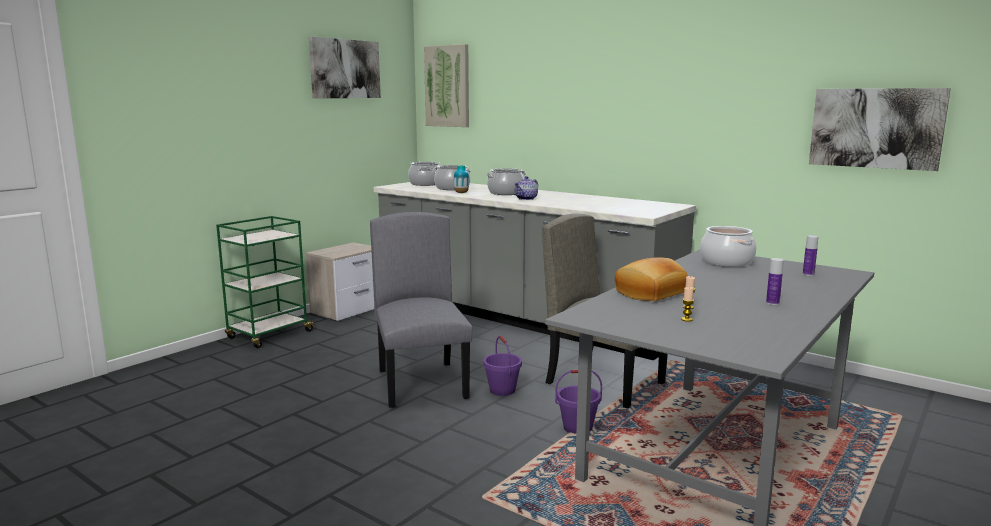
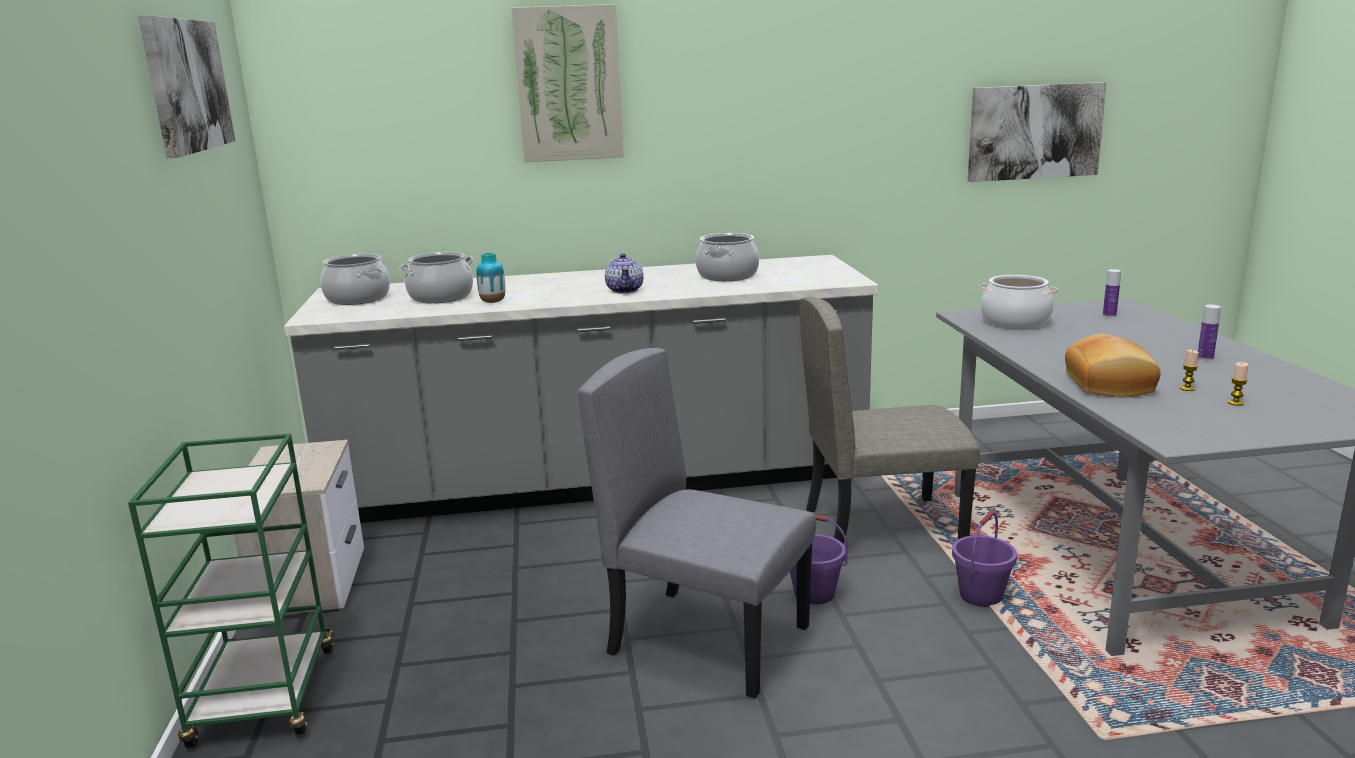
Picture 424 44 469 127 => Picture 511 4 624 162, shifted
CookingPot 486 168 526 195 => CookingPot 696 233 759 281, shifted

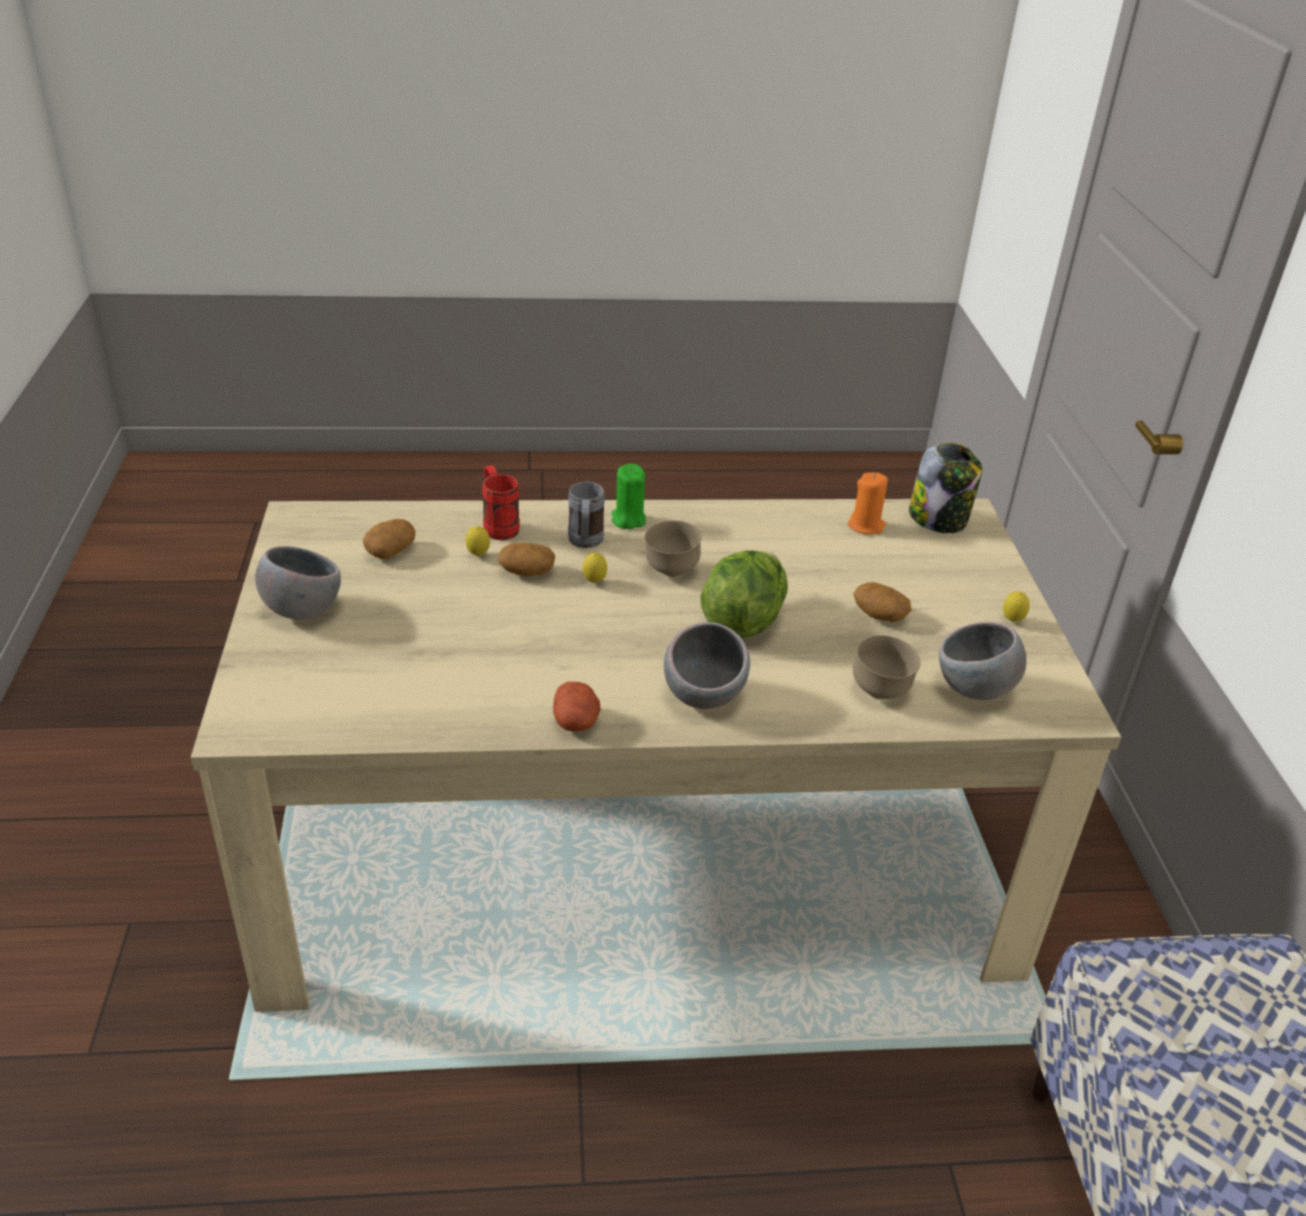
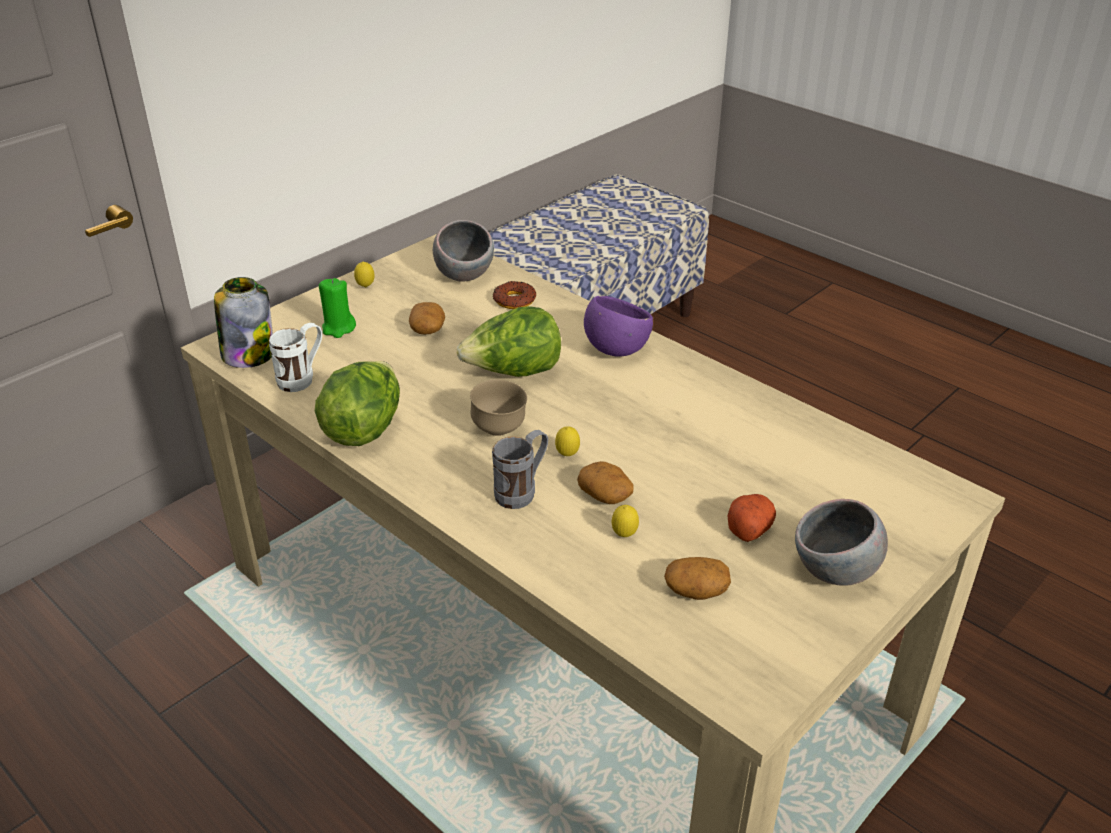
RedMug 482 465 520 540 => nothing
Potato 553 682 600 732 => Potato 728 494 776 542, shifted
GreenCandle 611 464 646 529 => GreenCandle 319 278 356 338, shifted
GreyBowl 664 622 750 709 => PurpleBowl 584 296 653 356
OrangeCandle 847 472 888 534 => WhiteMug 269 323 322 392
BrownBowl 853 635 921 699 => Donut 493 281 536 309
nothing => Lettuce 315 361 400 446

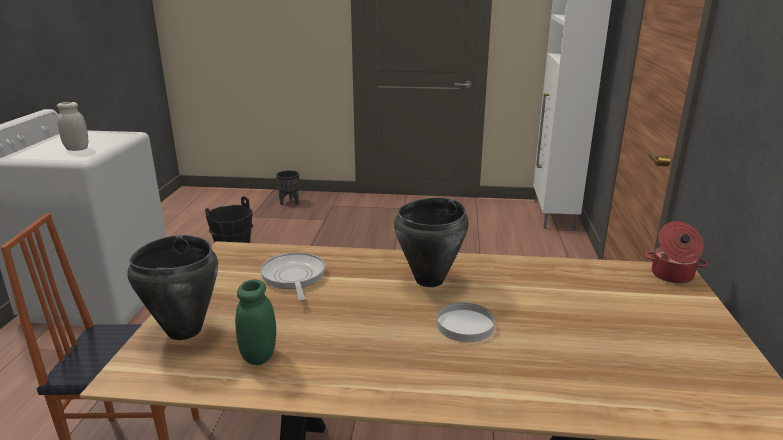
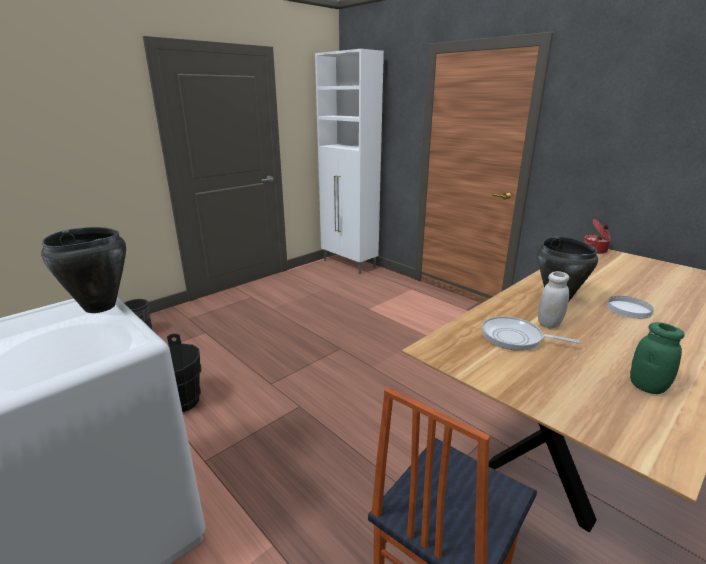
WhiteJar 57 102 88 151 => WhiteJar 538 271 569 329, shifted
BlackCookingPot 127 235 218 340 => BlackCookingPot 41 227 126 313, shifted

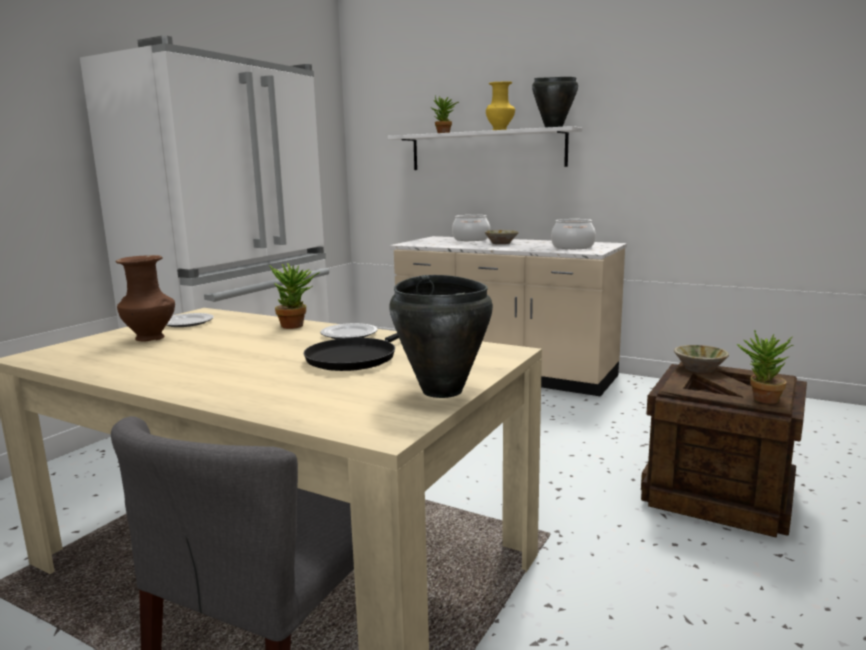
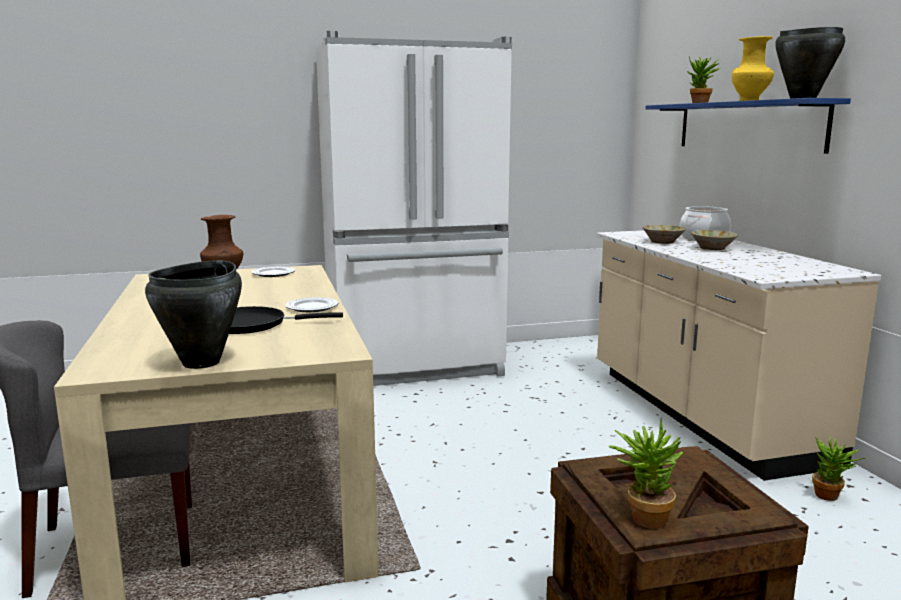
PottedPlant 269 263 320 329 => PottedPlant 812 435 866 501, shifted
WhiteShelf 388 126 582 170 => BlueShelf 645 98 851 154
CookingPot 551 219 596 249 => nothing
BeigeBowl 674 345 729 373 => BeigeBowl 643 225 686 244, shifted

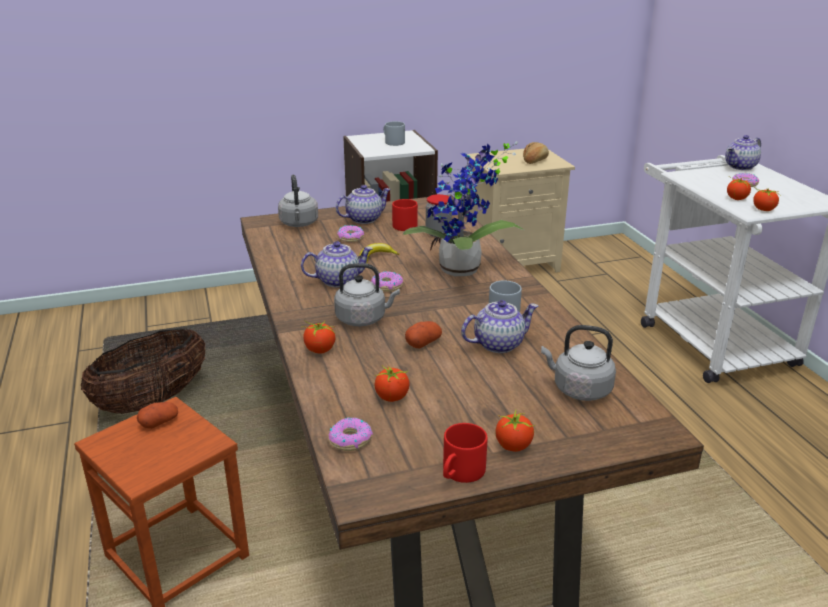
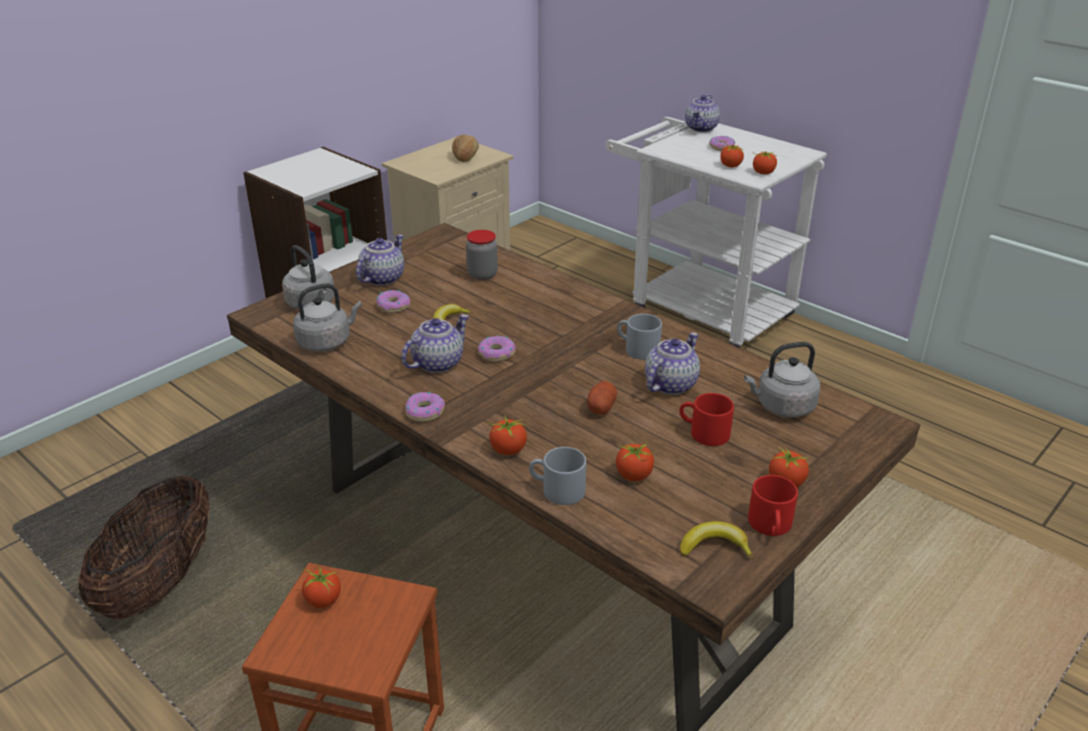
Potato 137 402 178 429 => Tomato 301 561 341 608
Donut 328 418 373 451 => Donut 405 392 445 422, shifted
GreyKettle 334 263 400 326 => GreyKettle 293 283 362 352, shifted
GreyMug 383 121 405 146 => GreyMug 529 447 586 505, shifted
RedMug 392 199 418 231 => RedMug 679 393 734 446, shifted
PottedPlant 403 141 524 276 => nothing
nothing => Banana 680 521 753 559

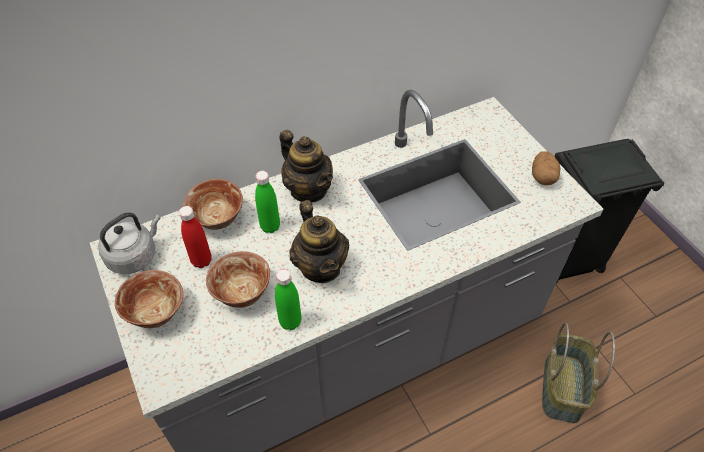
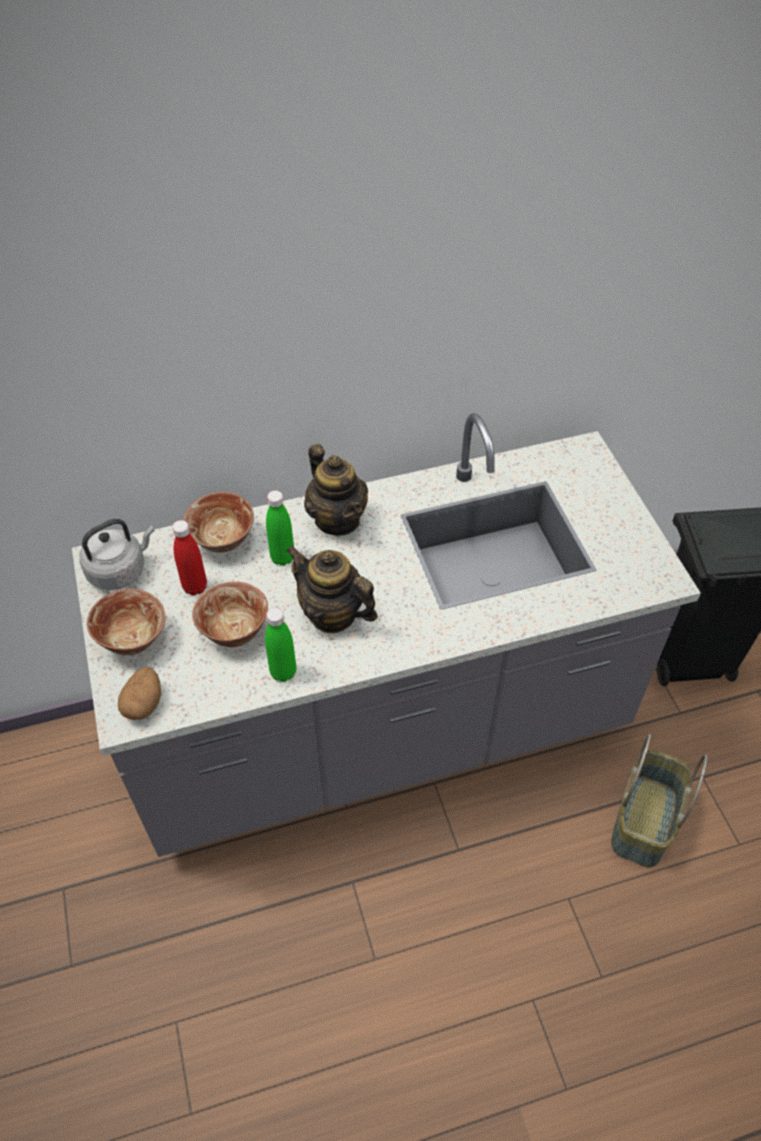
Teapot 289 200 349 283 => Teapot 286 546 378 633, 135 degrees clockwise
Potato 532 151 560 185 => Potato 118 667 162 720, shifted

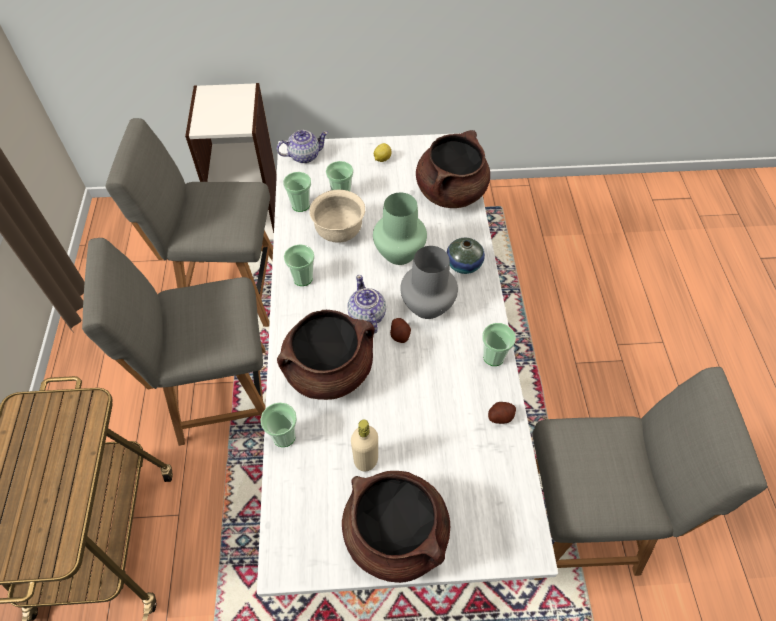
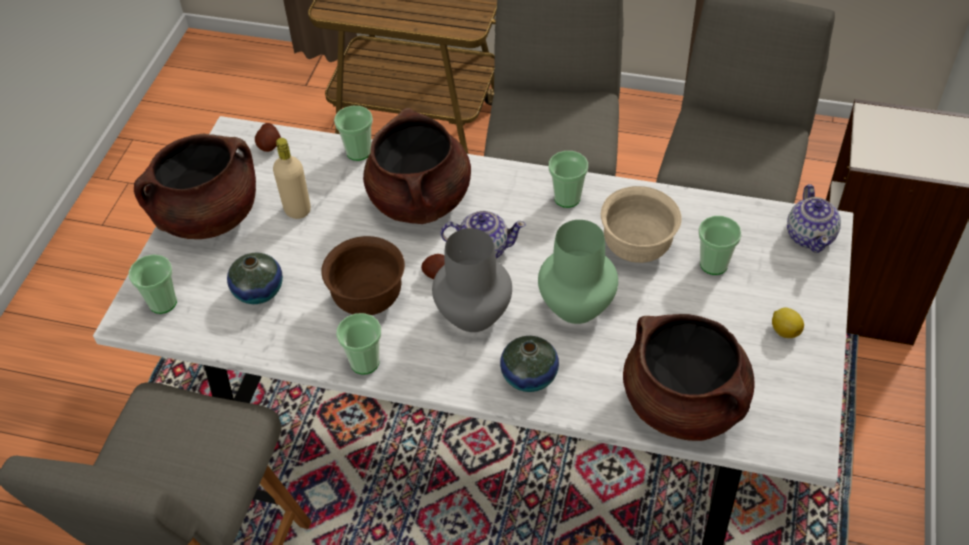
Cup 283 172 311 212 => Cup 129 254 177 314, shifted
Potato 488 402 516 424 => Potato 255 123 281 152, shifted
nothing => Vase 227 252 283 304
nothing => BrownBowl 321 236 405 315

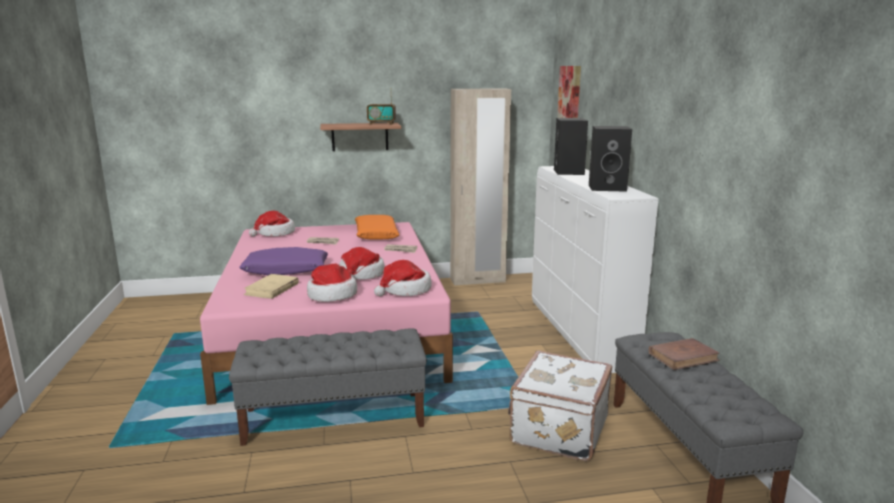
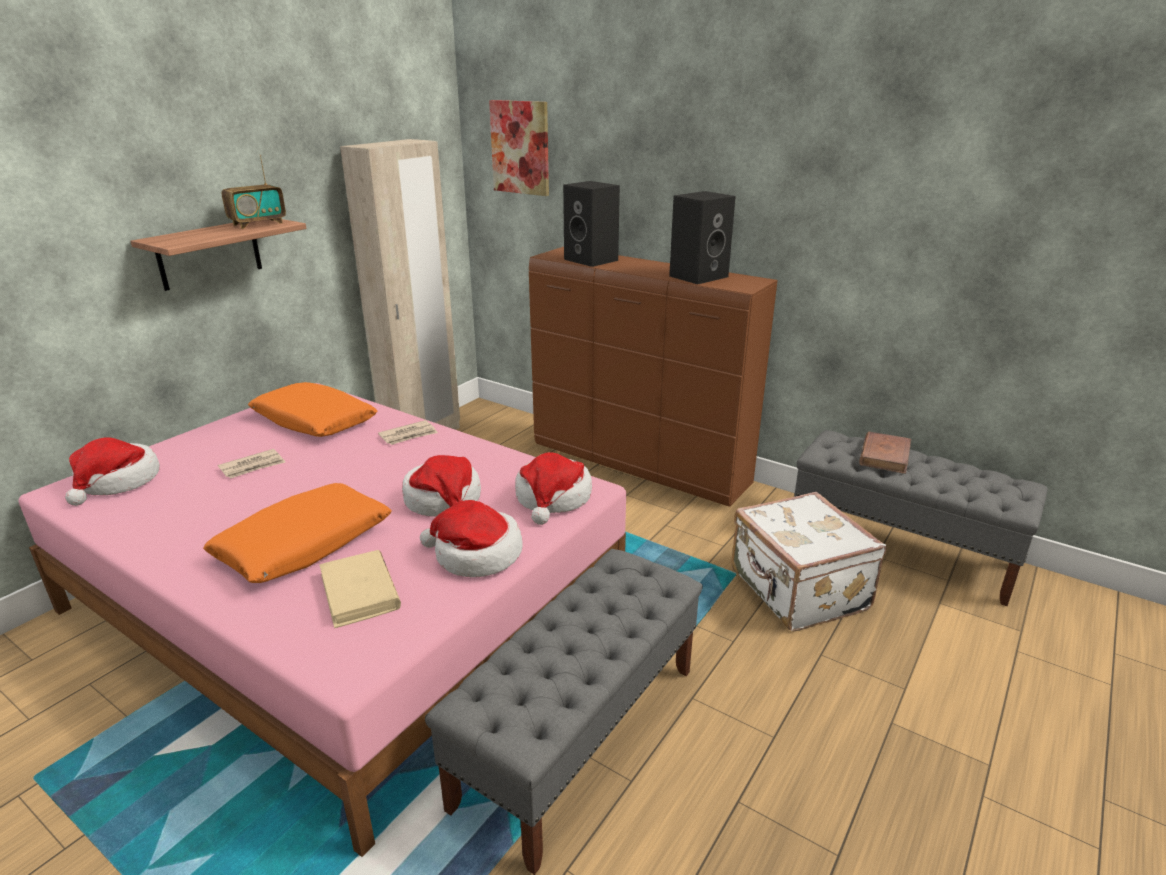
PurplePillow 239 247 328 275 => OrangePillow 203 483 392 583
WhiteDresser 532 166 659 373 => BrownDresser 529 247 778 506

